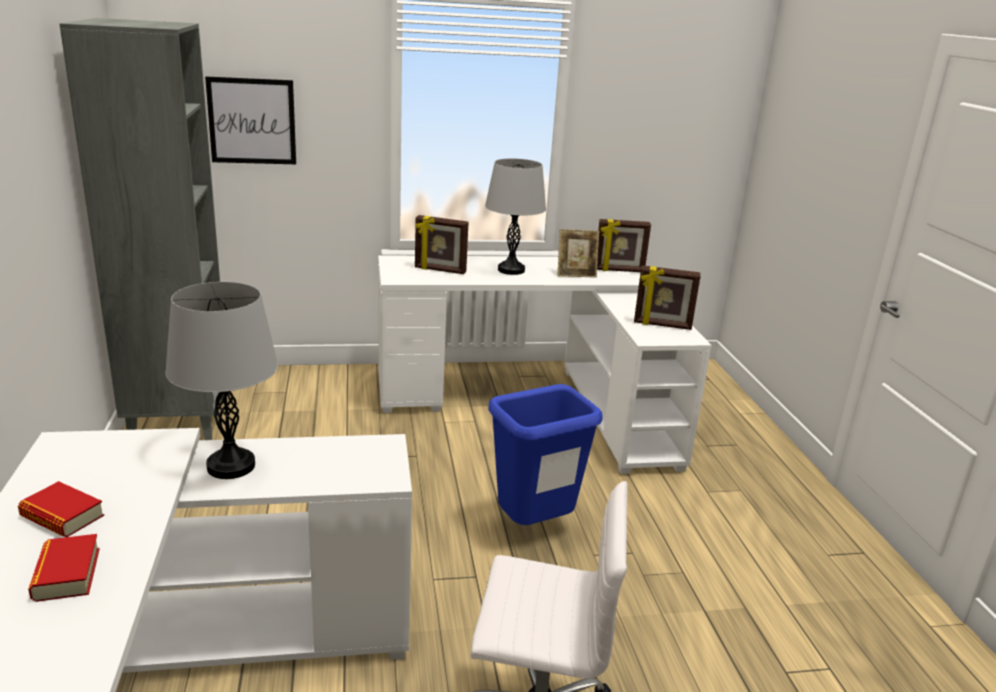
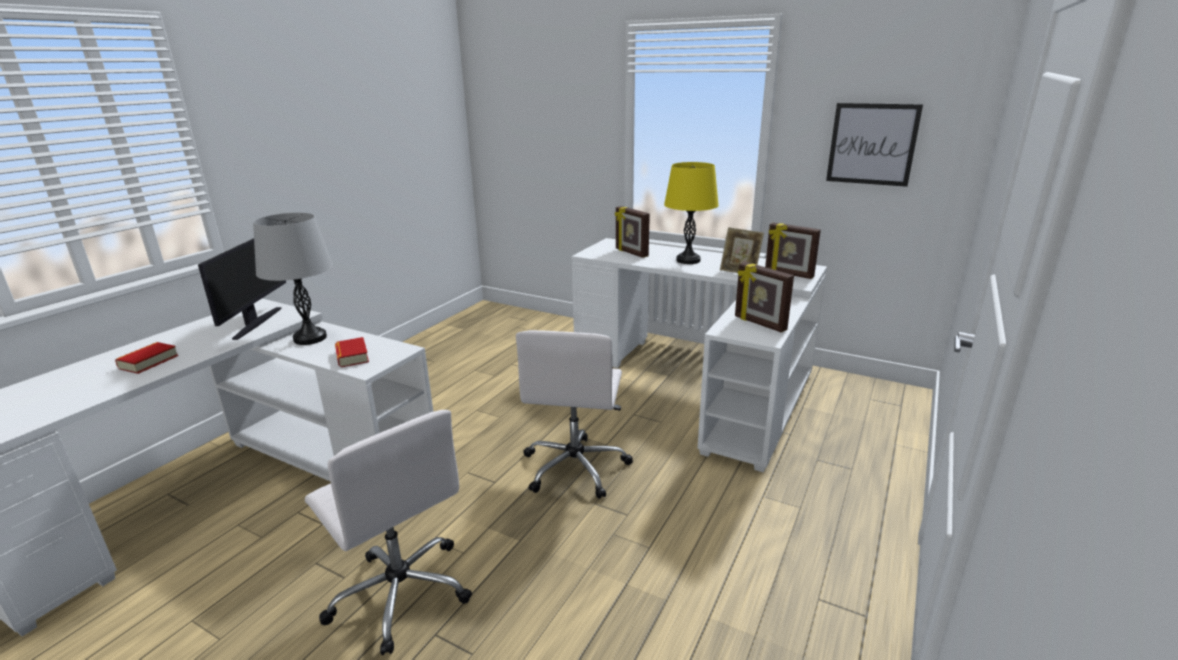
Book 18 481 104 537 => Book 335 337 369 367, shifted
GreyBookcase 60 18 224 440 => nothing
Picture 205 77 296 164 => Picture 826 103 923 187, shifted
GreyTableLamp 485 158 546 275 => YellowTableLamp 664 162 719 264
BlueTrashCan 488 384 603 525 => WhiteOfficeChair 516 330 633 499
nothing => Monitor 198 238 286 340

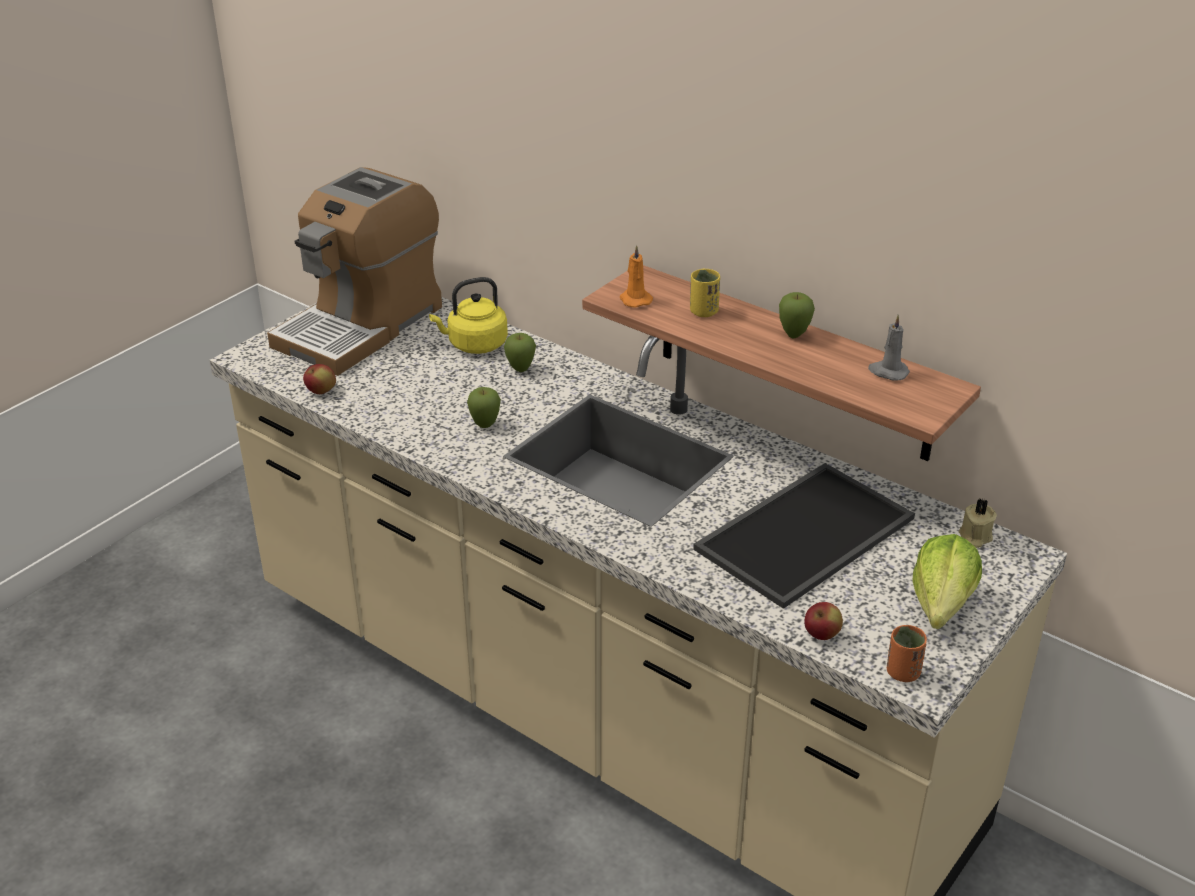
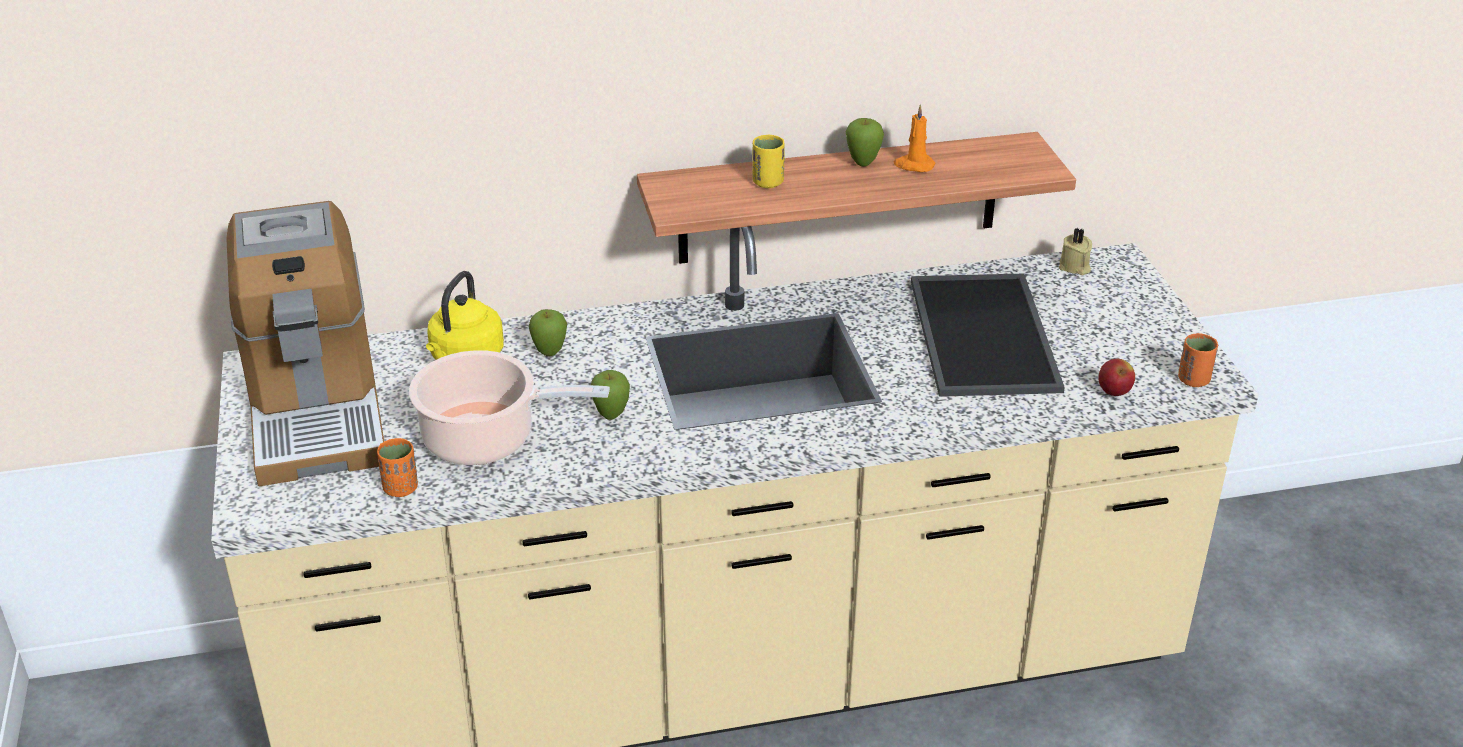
Apple 303 364 336 394 => OrangeCup 377 438 418 497
OrangeCandle 620 245 653 308 => OrangeCandle 894 104 935 172, shifted
GreyCandle 868 315 910 381 => nothing
Lettuce 913 534 982 629 => nothing
nothing => CookingPot 409 350 610 465

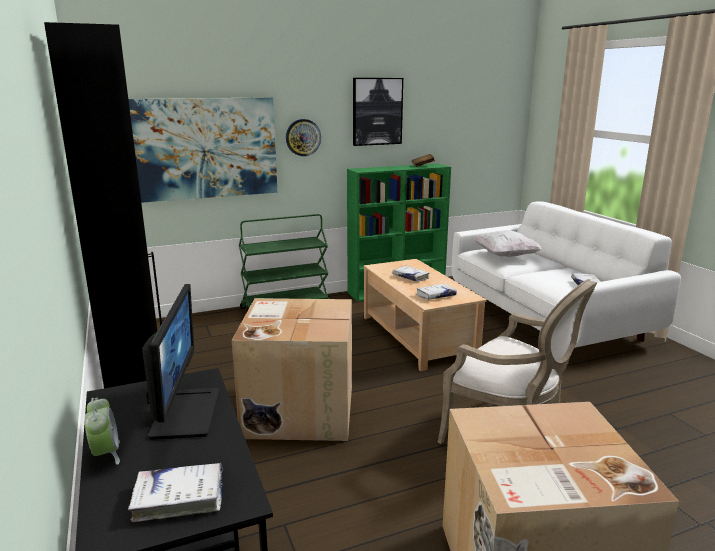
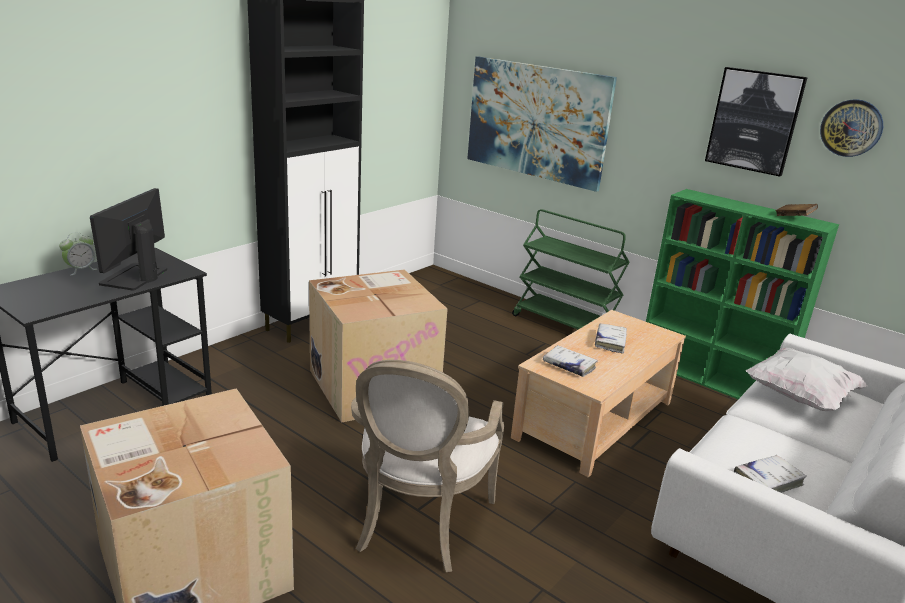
WhiteBook 128 463 223 522 => nothing
Monitor 142 284 220 440 => Monitor 90 188 167 290, 135 degrees clockwise
WallClock 286 119 321 156 => WallClock 820 99 883 157, shifted

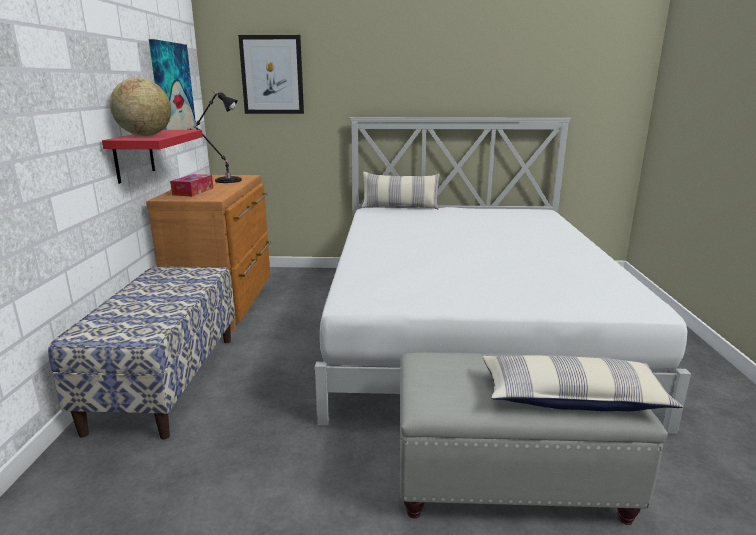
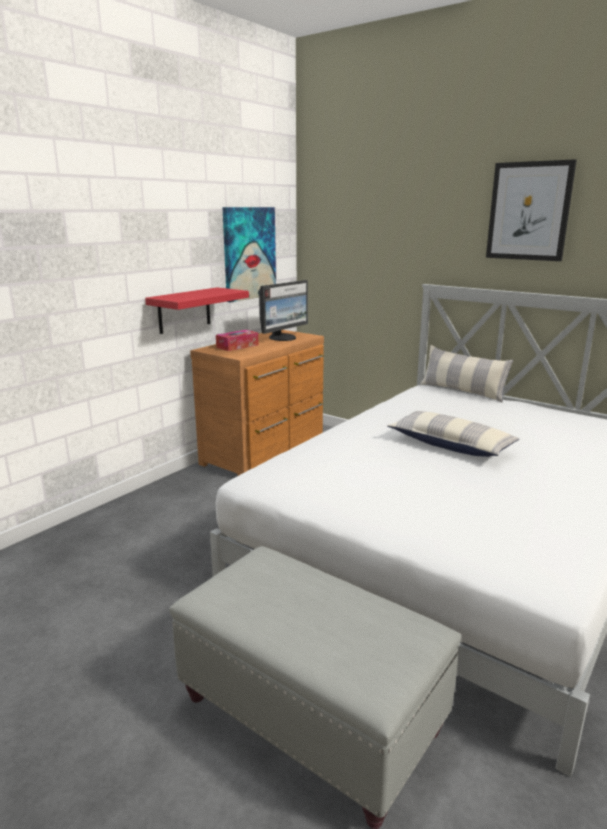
Bench 48 267 235 440 => nothing
Globe 110 78 171 136 => nothing
BlackTableLamp 194 92 242 183 => Monitor 259 280 308 341
Picture 238 35 304 114 => Picture 486 159 577 261, shifted
Pillow 483 355 683 411 => Pillow 387 411 519 457, shifted

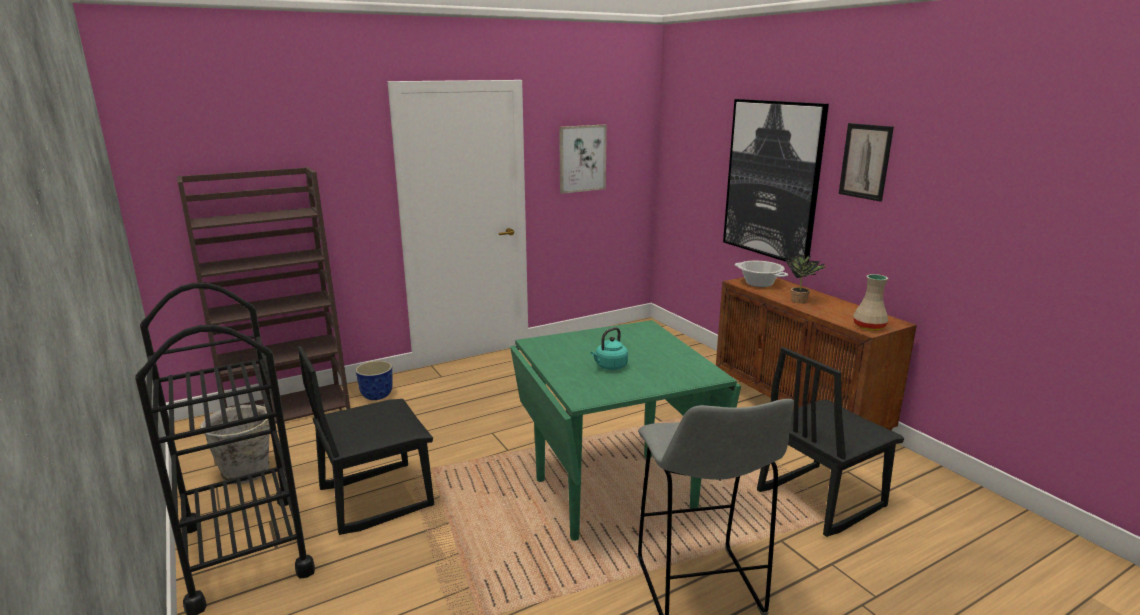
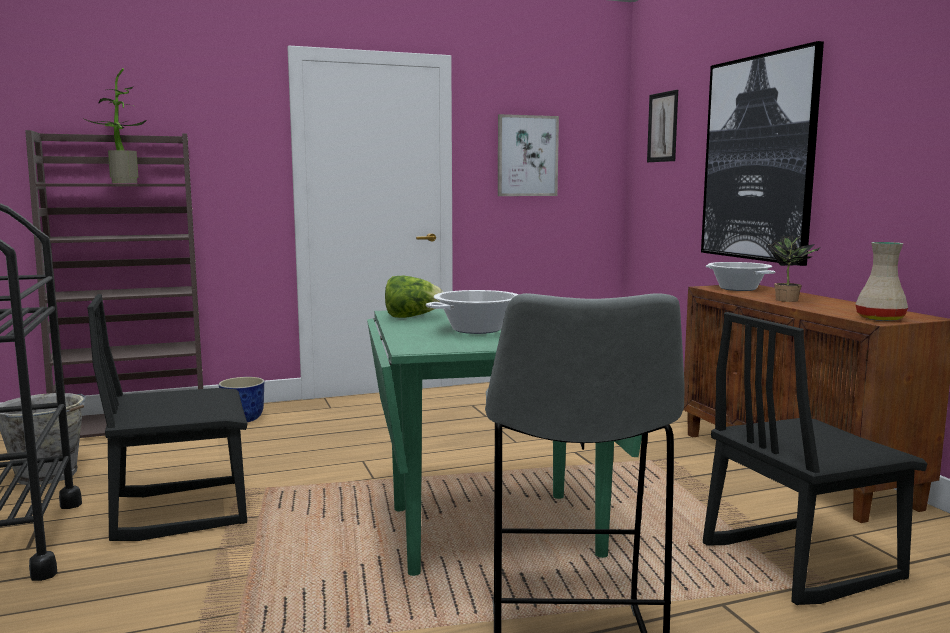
TurquoiseKettle 591 327 628 370 => CookingPot 426 290 518 334
Picture 839 123 894 202 => Picture 647 90 678 162, shifted
nothing => PottedPlant 82 68 146 183
nothing => Lettuce 385 276 444 318

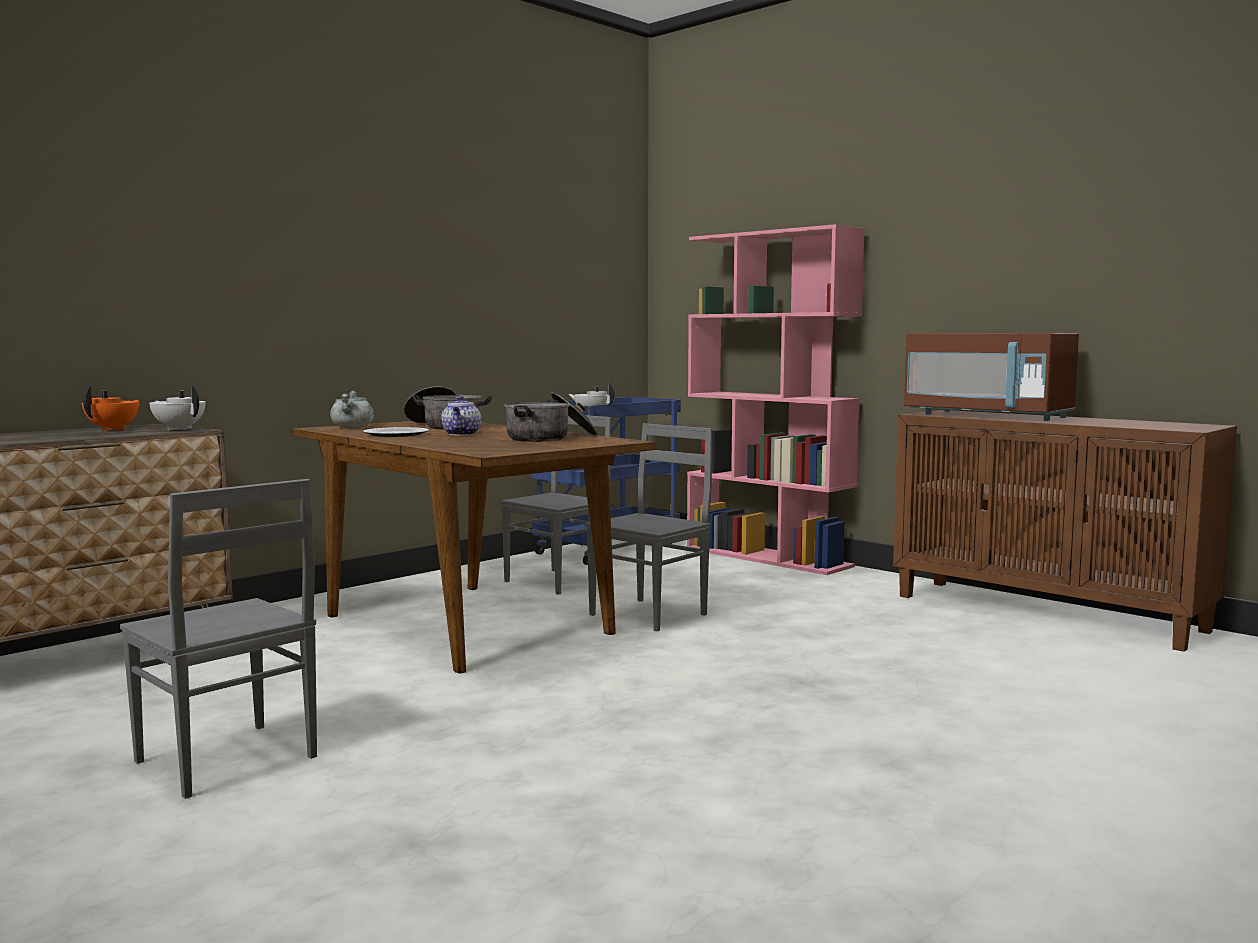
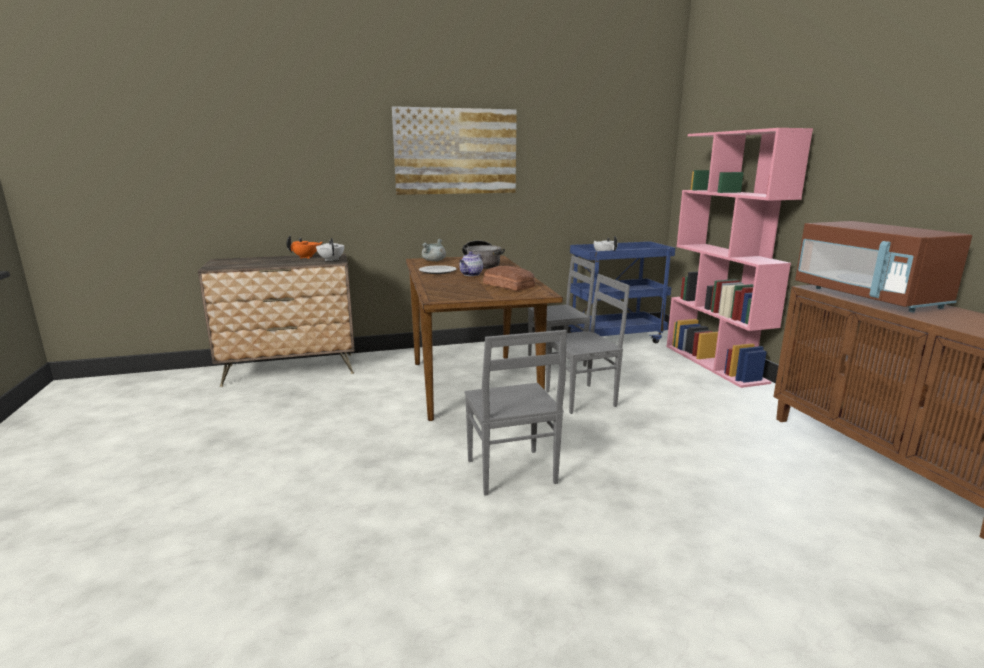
GreyChair 120 479 317 799 => GreyChair 464 330 567 495, shifted
CookingPot 504 392 598 442 => Bread 483 266 535 291
nothing => Picture 392 106 517 195

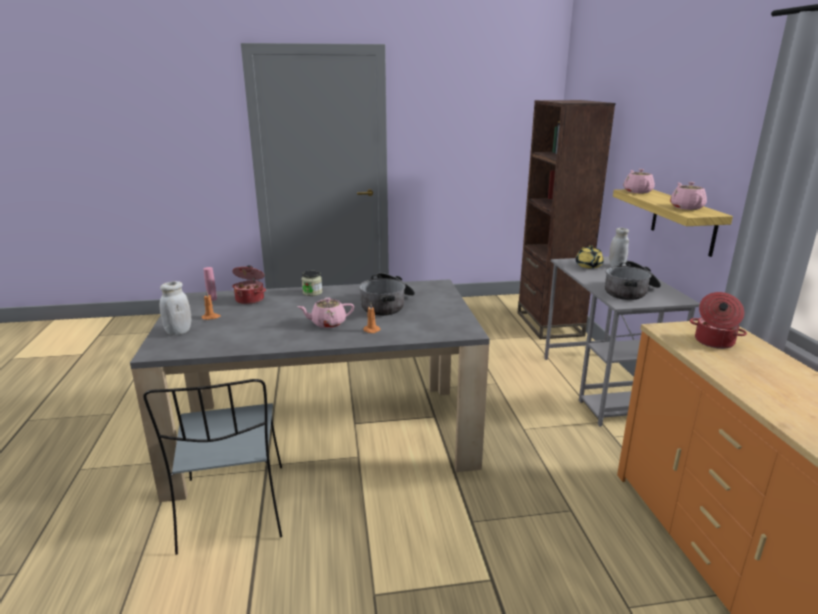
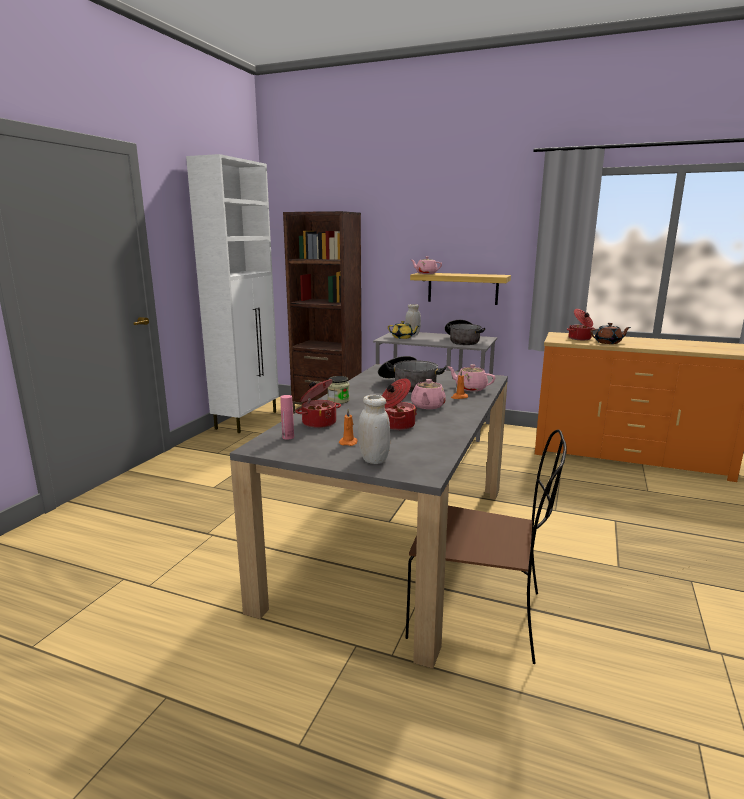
GreyChair 143 379 282 555 => BrownChair 406 430 567 664
PinkTeapot 670 182 707 210 => PinkTeapot 447 364 495 391, shifted
nothing => WhiteCabinet 186 154 279 433
nothing => CookingPot 382 378 417 430
nothing => BrownTeapot 590 323 631 344

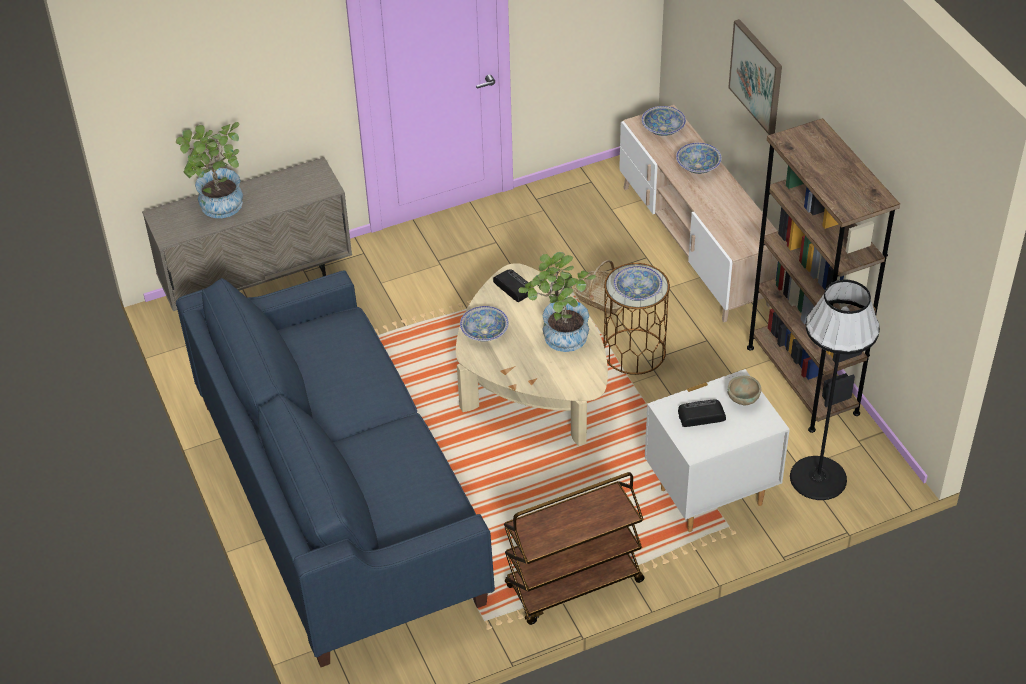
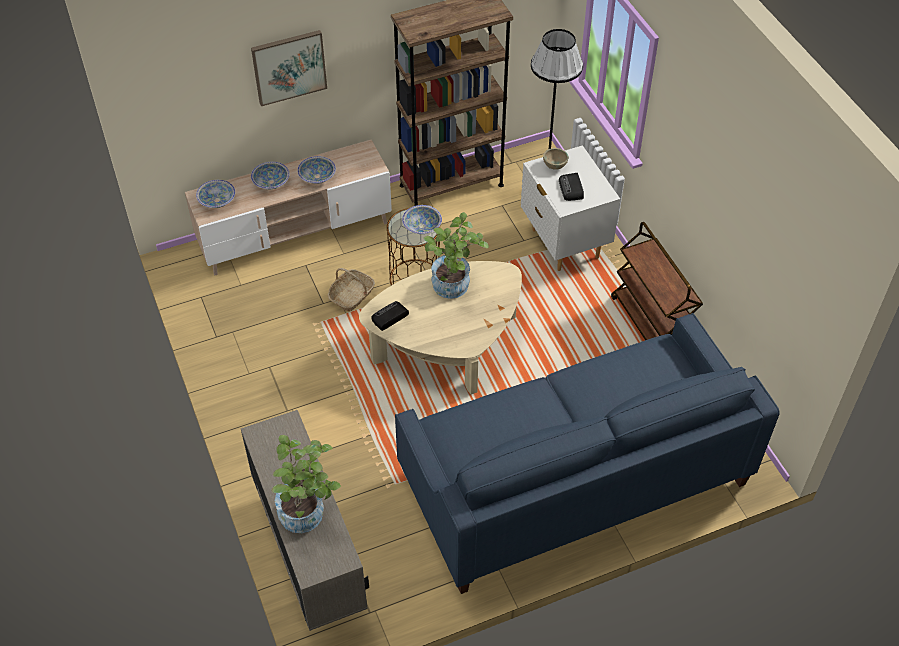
Bowl 460 306 509 341 => Bowl 297 156 336 184, shifted

